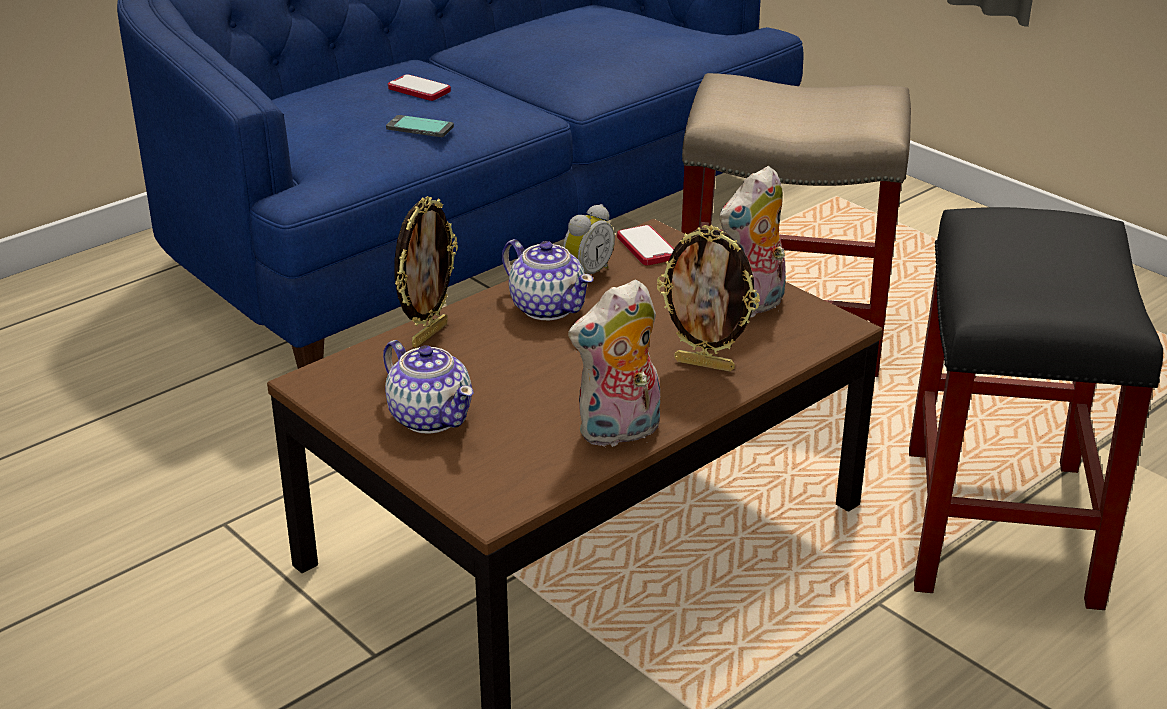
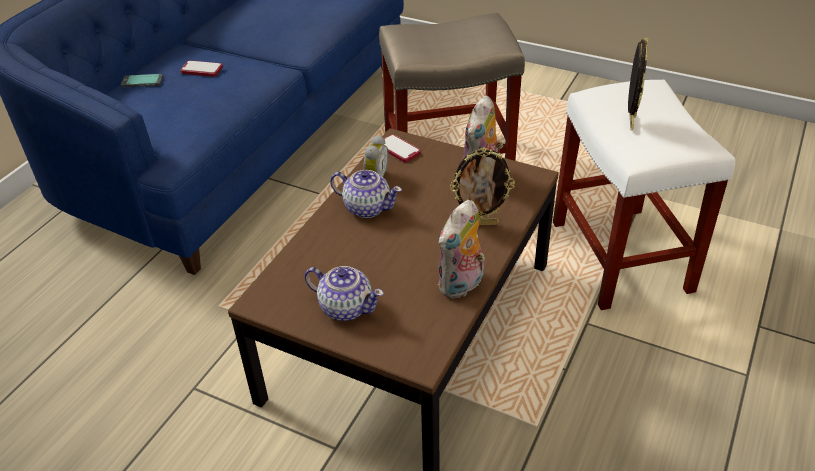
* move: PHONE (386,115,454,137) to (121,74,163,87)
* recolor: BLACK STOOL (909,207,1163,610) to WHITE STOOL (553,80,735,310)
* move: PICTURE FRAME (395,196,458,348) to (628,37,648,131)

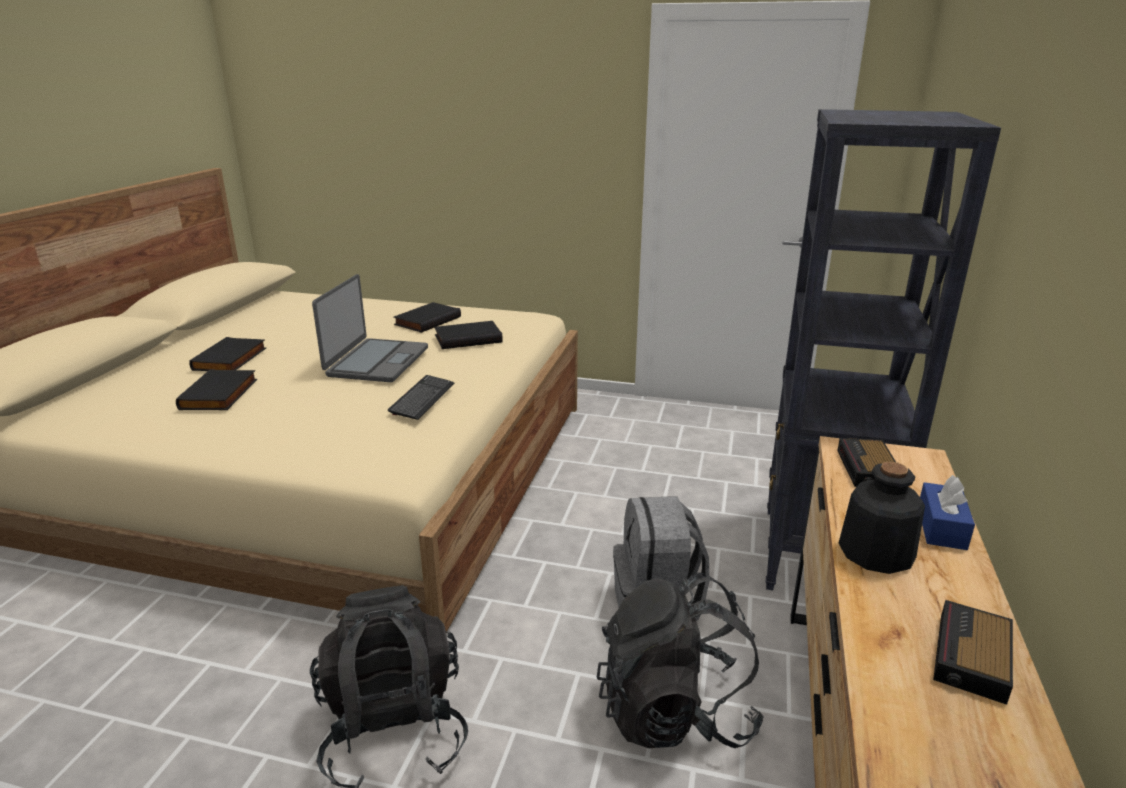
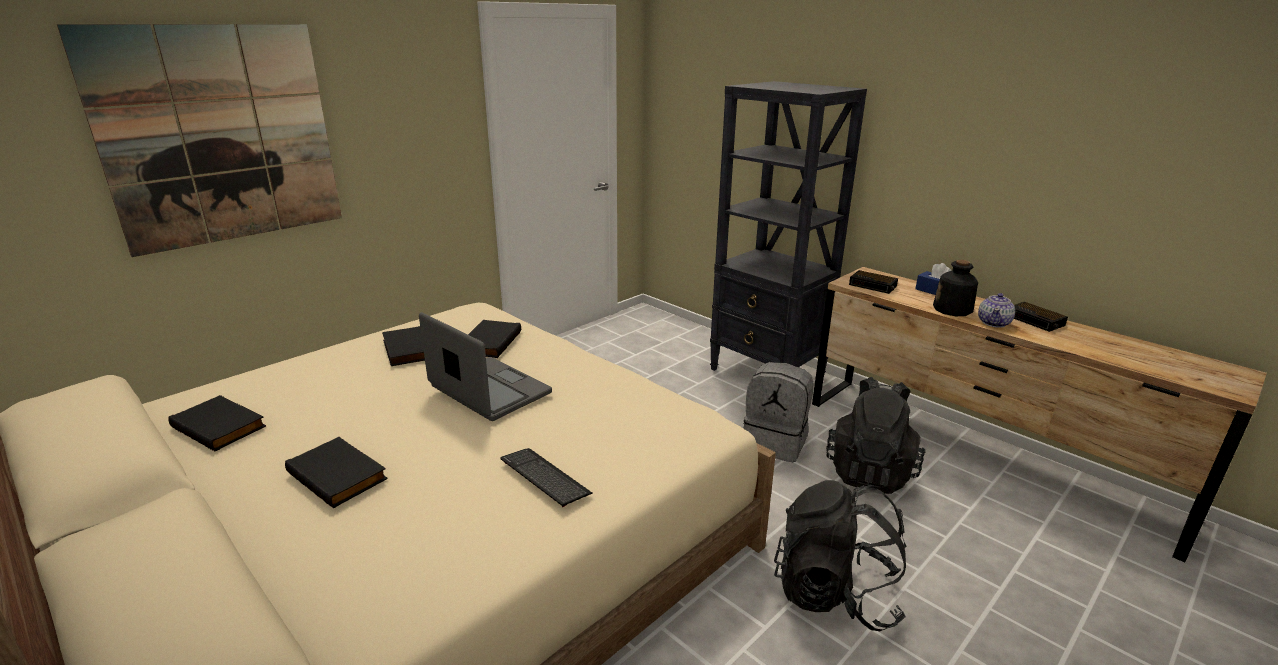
* insert: PICTURE (57,24,342,257)
* move: BLACK BOOK (176,369,257,410) to (168,395,266,452)
* move: KEYBOARD (388,375,454,420) to (500,448,593,507)
* insert: TEAPOT (978,293,1015,328)

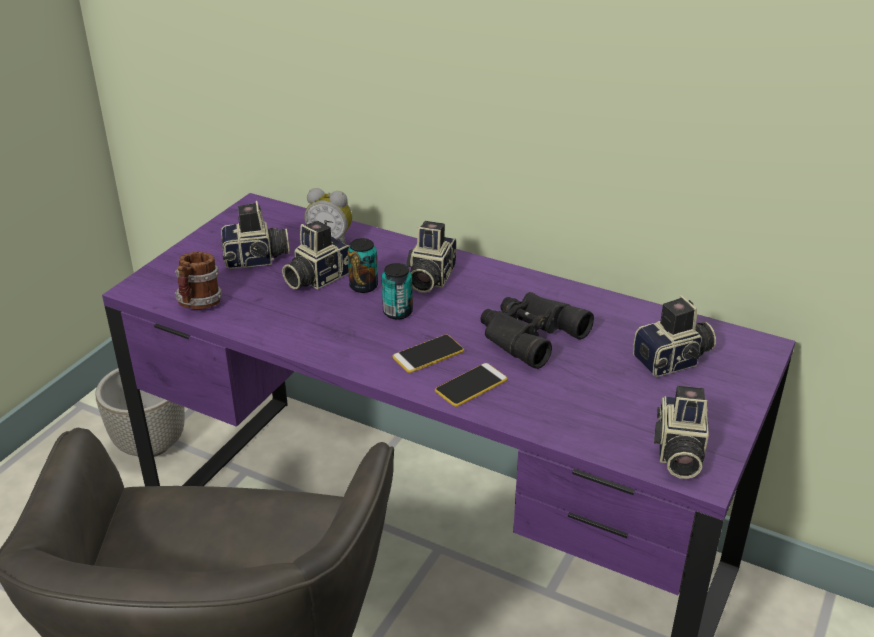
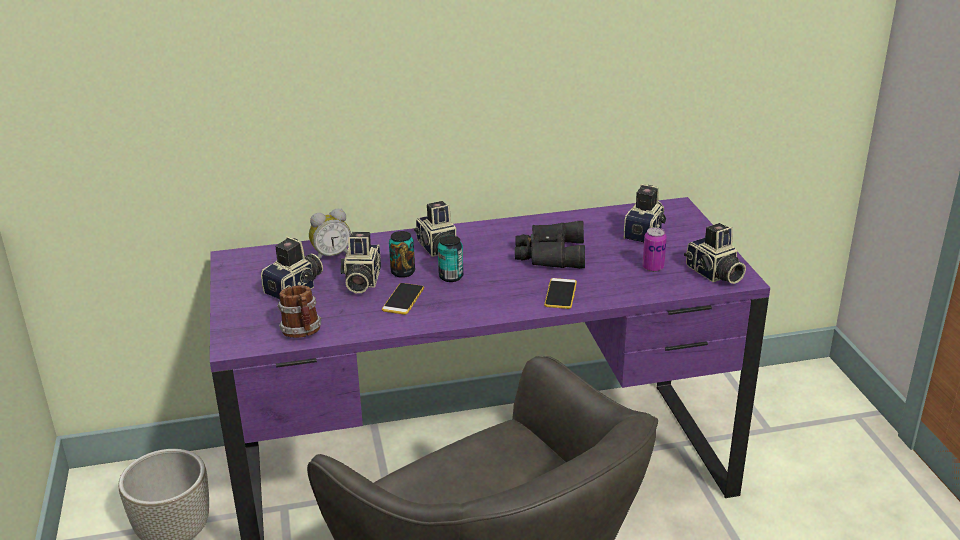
* move: PHONE (392,335,464,373) to (382,283,424,315)
* insert: CAN (642,227,667,272)

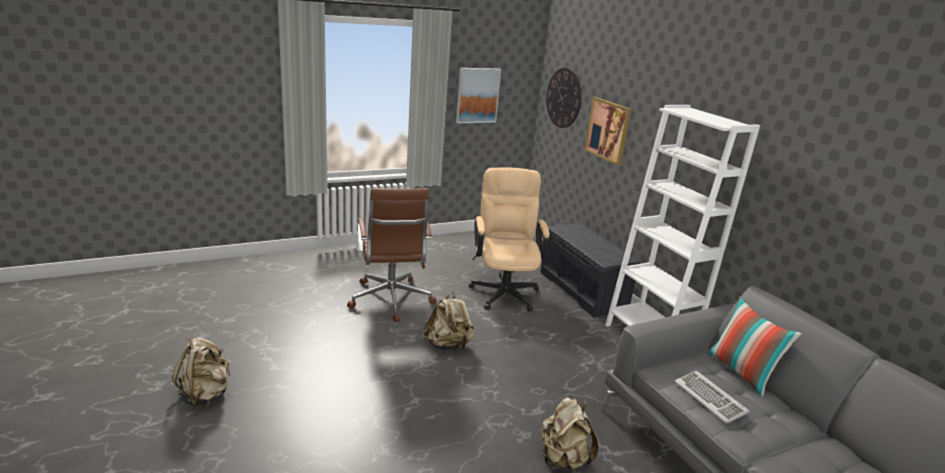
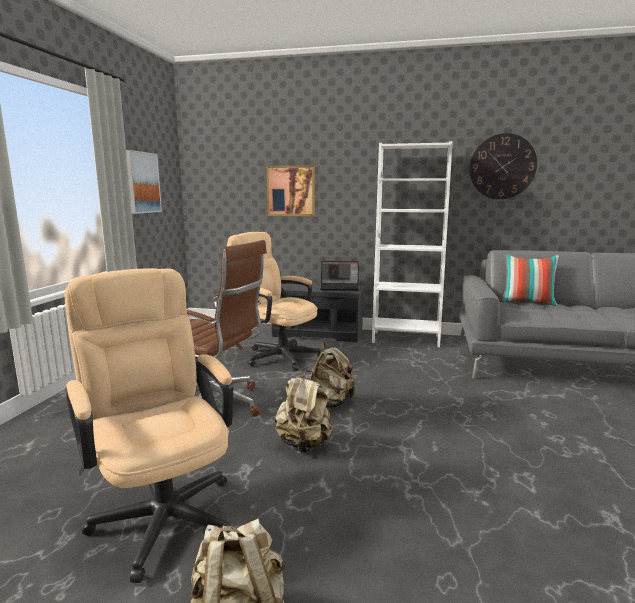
* insert: BEIGE OFFICE CHAIR (65,268,233,583)
* move: BEIGE BACKPACK (541,397,599,470) to (275,370,332,452)
* insert: LAPTOP (320,261,359,291)
* move: WALL CLOCK (546,68,582,128) to (469,133,537,199)
* delete: KEYBOARD (674,371,749,424)

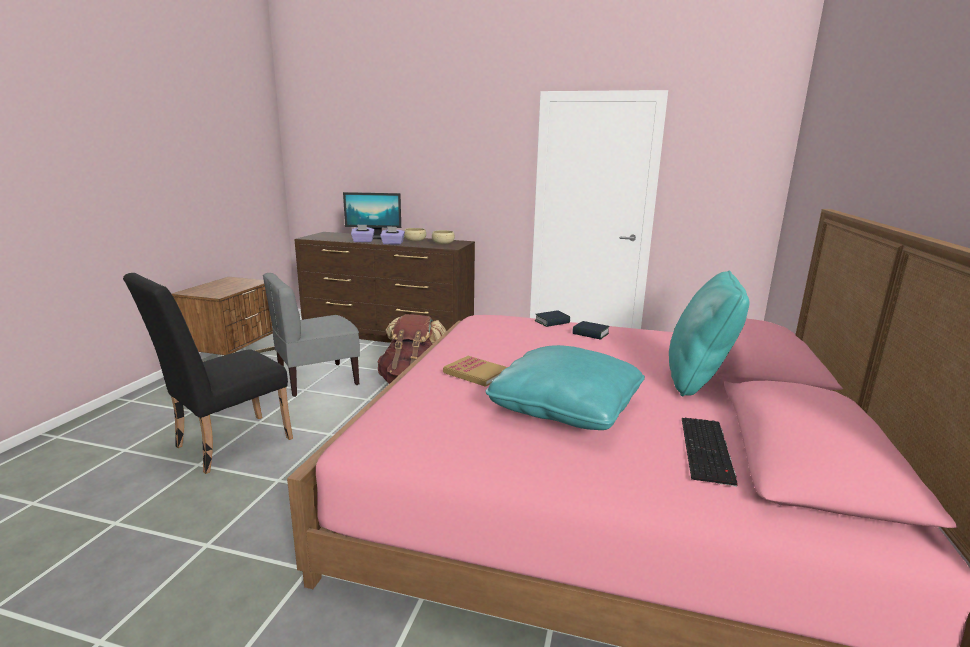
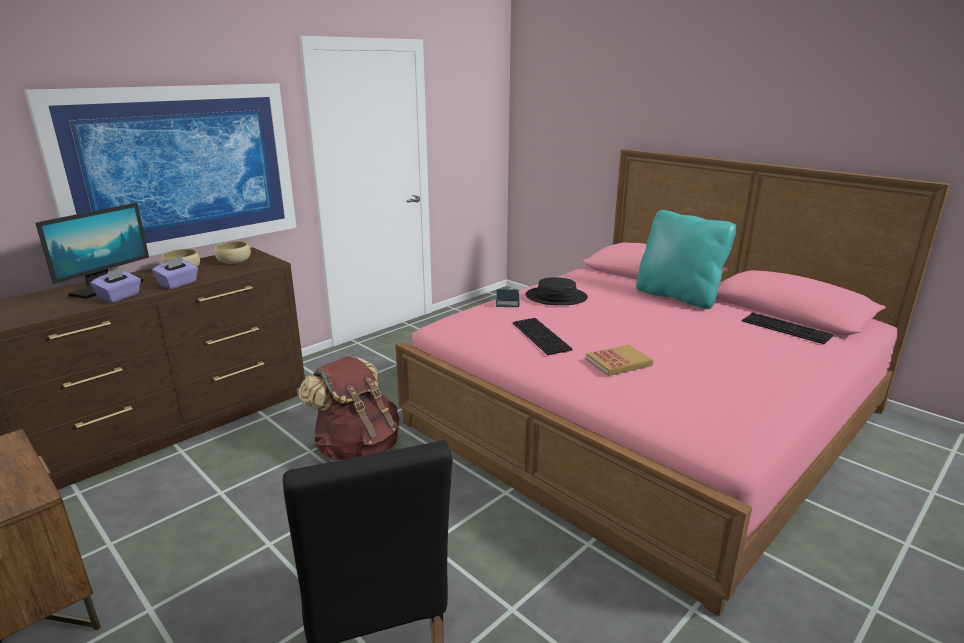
* insert: PICTURE (24,83,297,256)
* insert: KEYBOARD (513,318,573,355)
* replace: BOOK (572,321,610,340) to BLACK HAT (526,277,588,305)
* delete: GREY CHAIR (263,273,360,397)
* delete: TURQUOISE PILLOW (485,345,645,430)

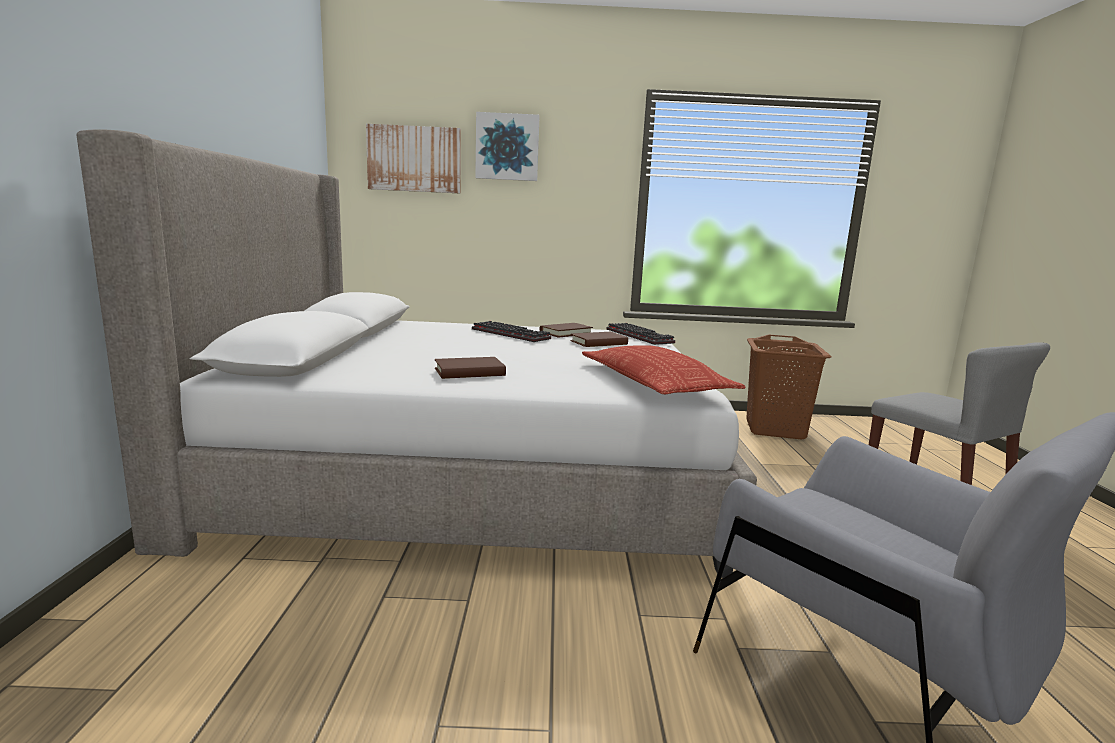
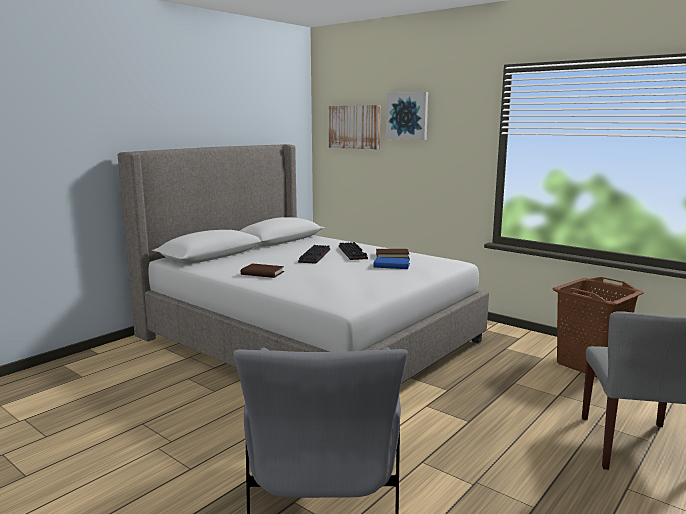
* move: KEYBOARD (606,323,675,345) to (298,245,330,264)
* recolor: BROWN BOOK (570,332,628,347) to BLUE BOOK (373,257,410,269)
* delete: PILLOW (582,345,745,394)

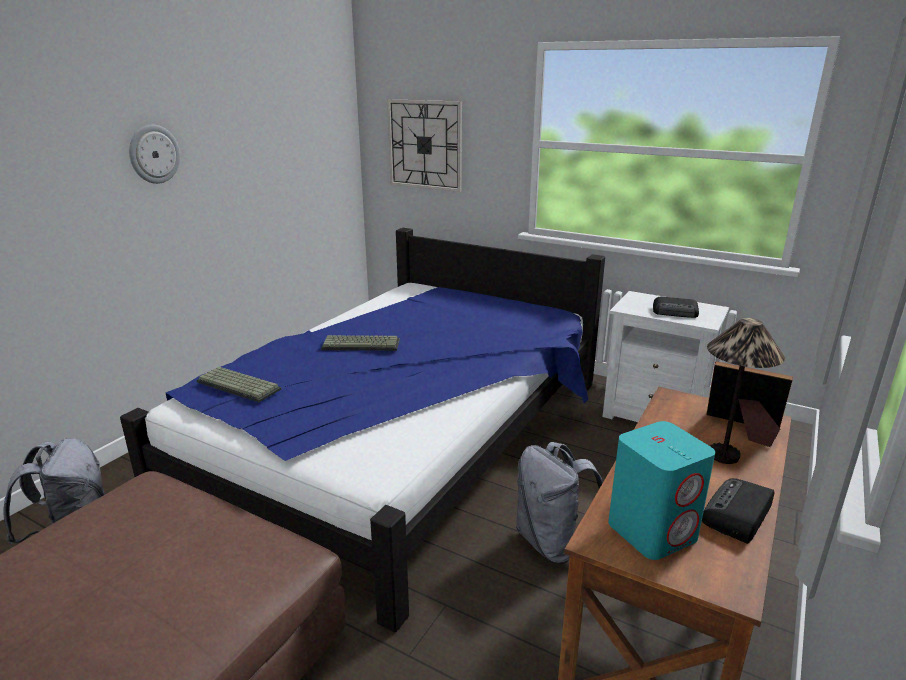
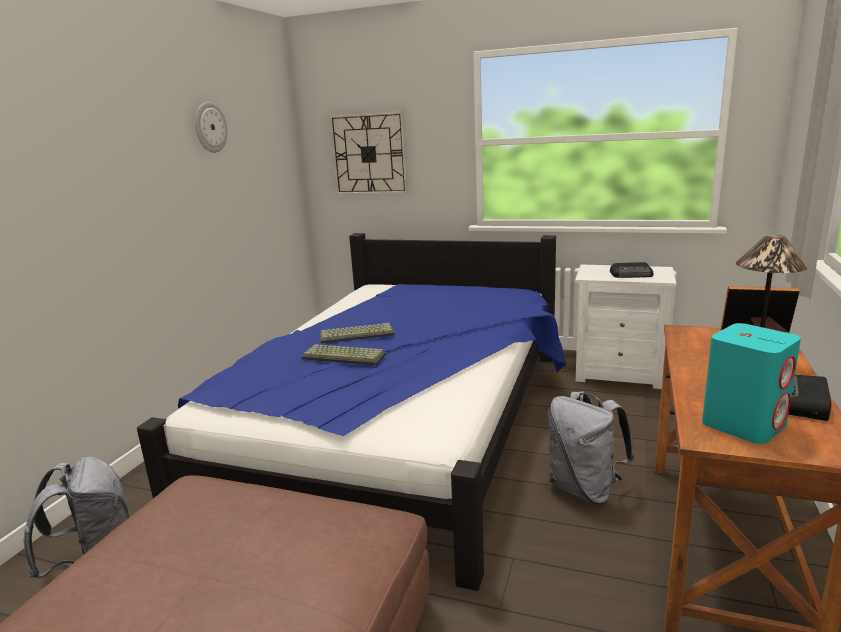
* move: WALL CLOCK (129,125,180,184) to (195,102,227,153)
* move: KEYBOARD (196,367,281,402) to (301,344,386,365)

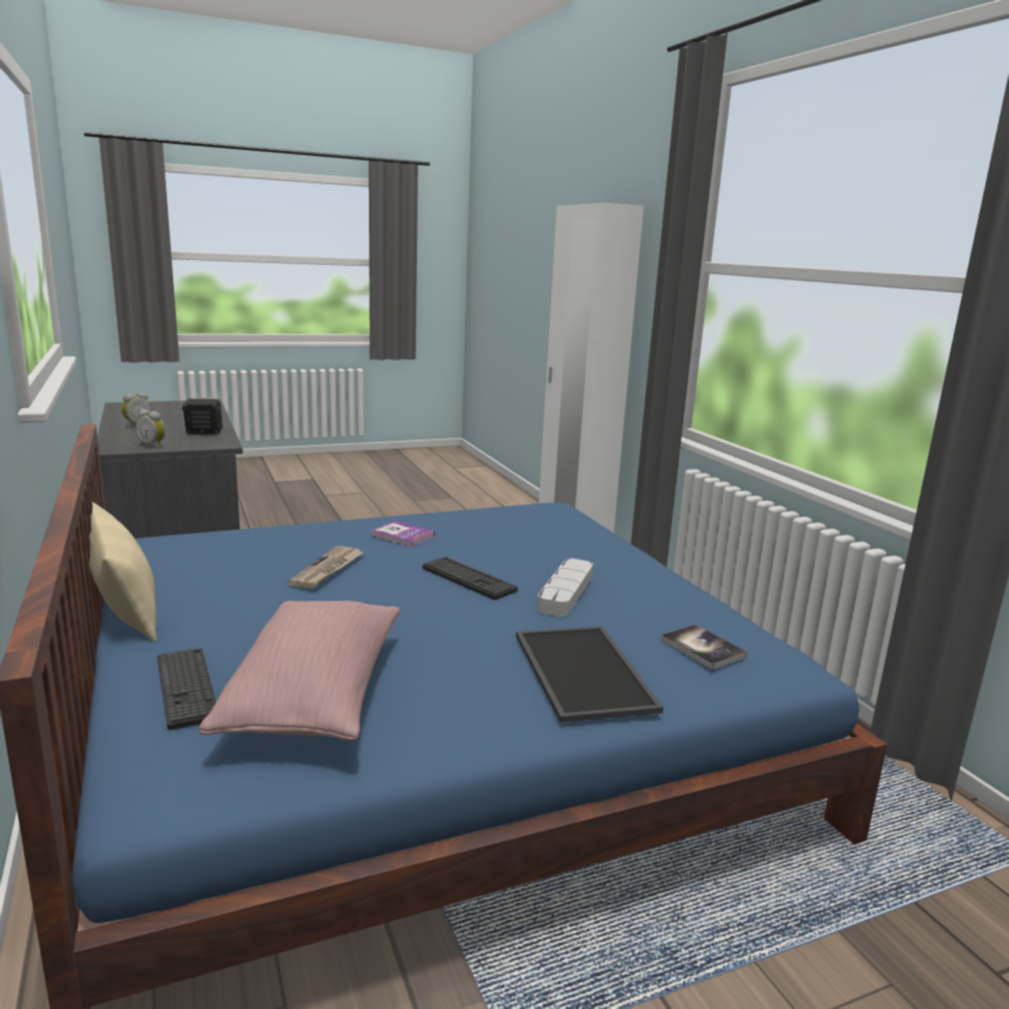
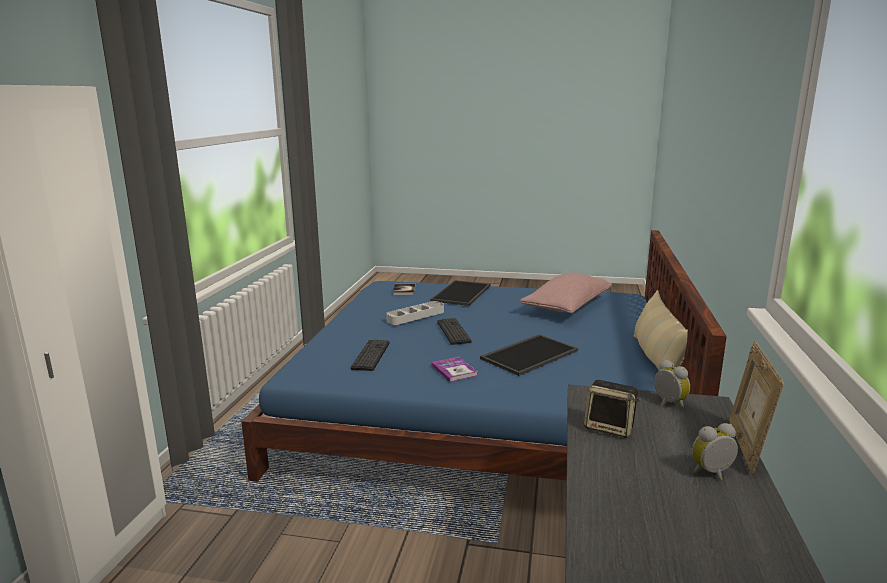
* move: KEYBOARD (157,648,216,730) to (351,339,389,371)
* replace: NEWSPAPER (287,546,364,589) to TRAY (480,334,578,376)
* insert: PICTURE FRAME (729,341,784,473)

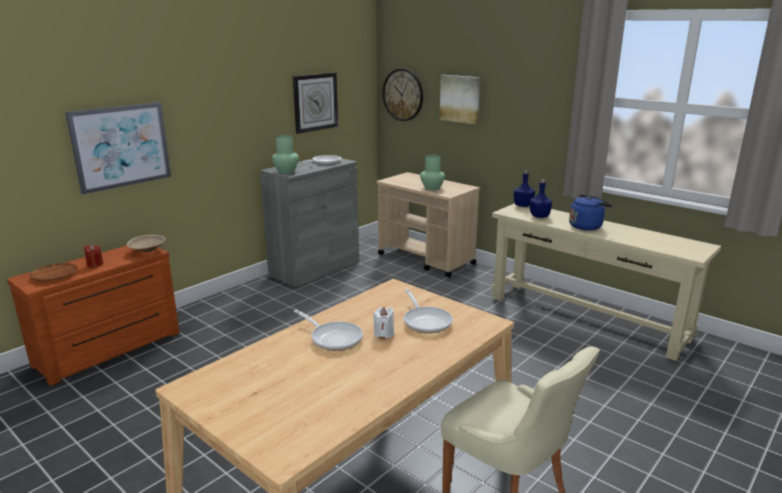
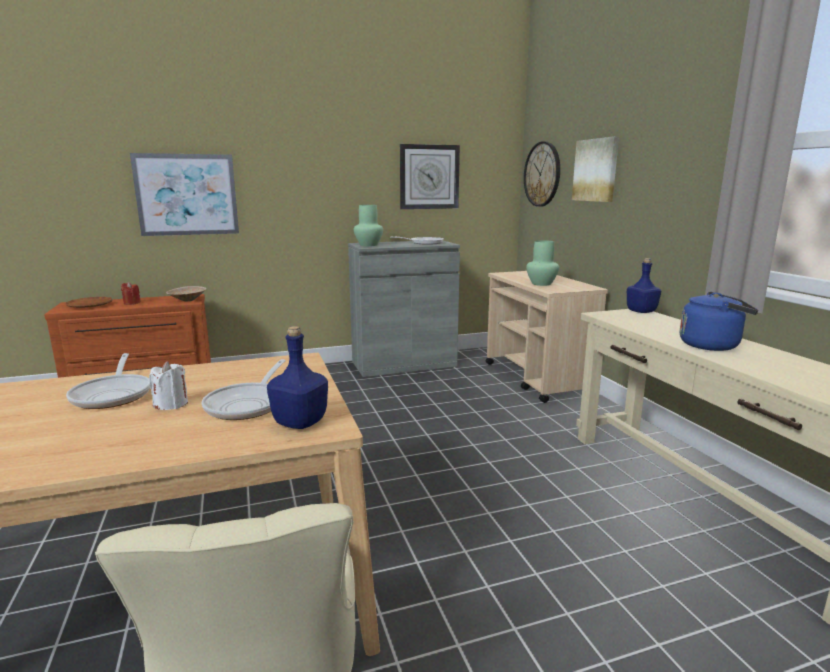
* move: BLUE BOTTLE (530,179,552,218) to (267,326,328,429)

